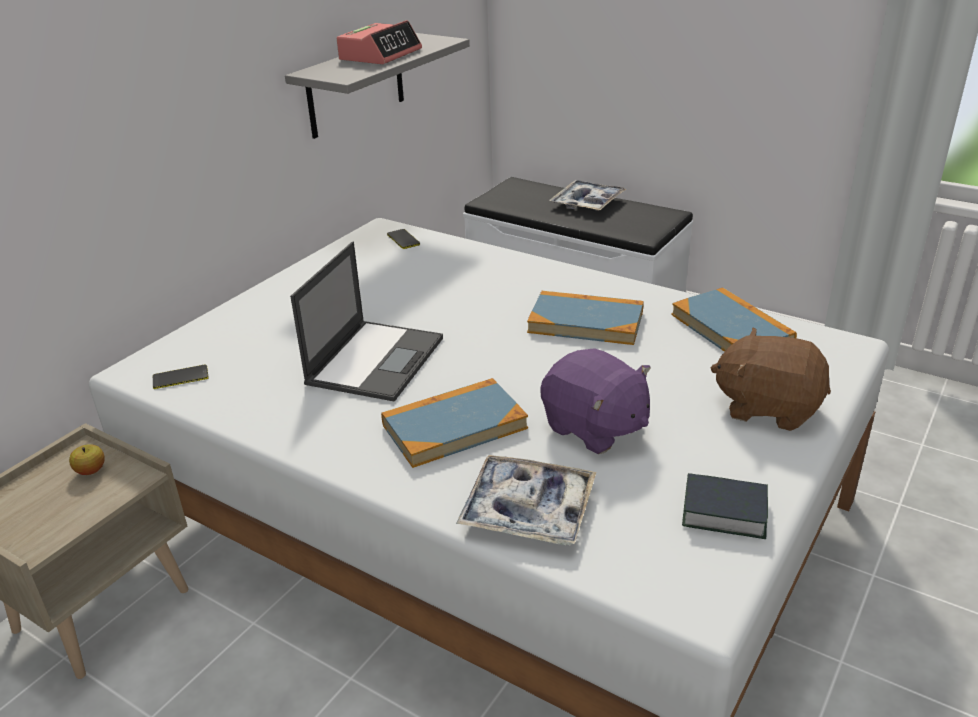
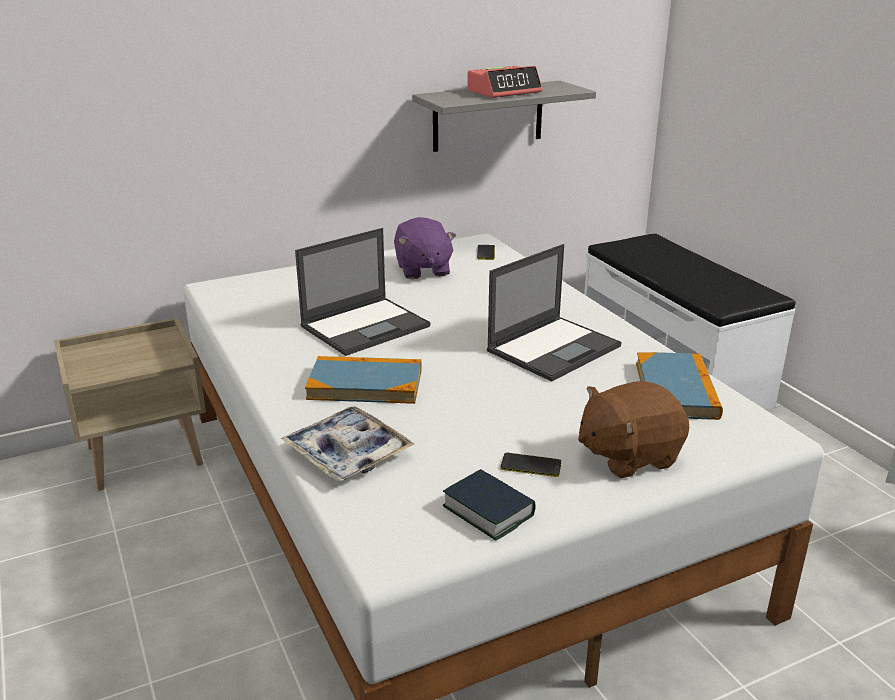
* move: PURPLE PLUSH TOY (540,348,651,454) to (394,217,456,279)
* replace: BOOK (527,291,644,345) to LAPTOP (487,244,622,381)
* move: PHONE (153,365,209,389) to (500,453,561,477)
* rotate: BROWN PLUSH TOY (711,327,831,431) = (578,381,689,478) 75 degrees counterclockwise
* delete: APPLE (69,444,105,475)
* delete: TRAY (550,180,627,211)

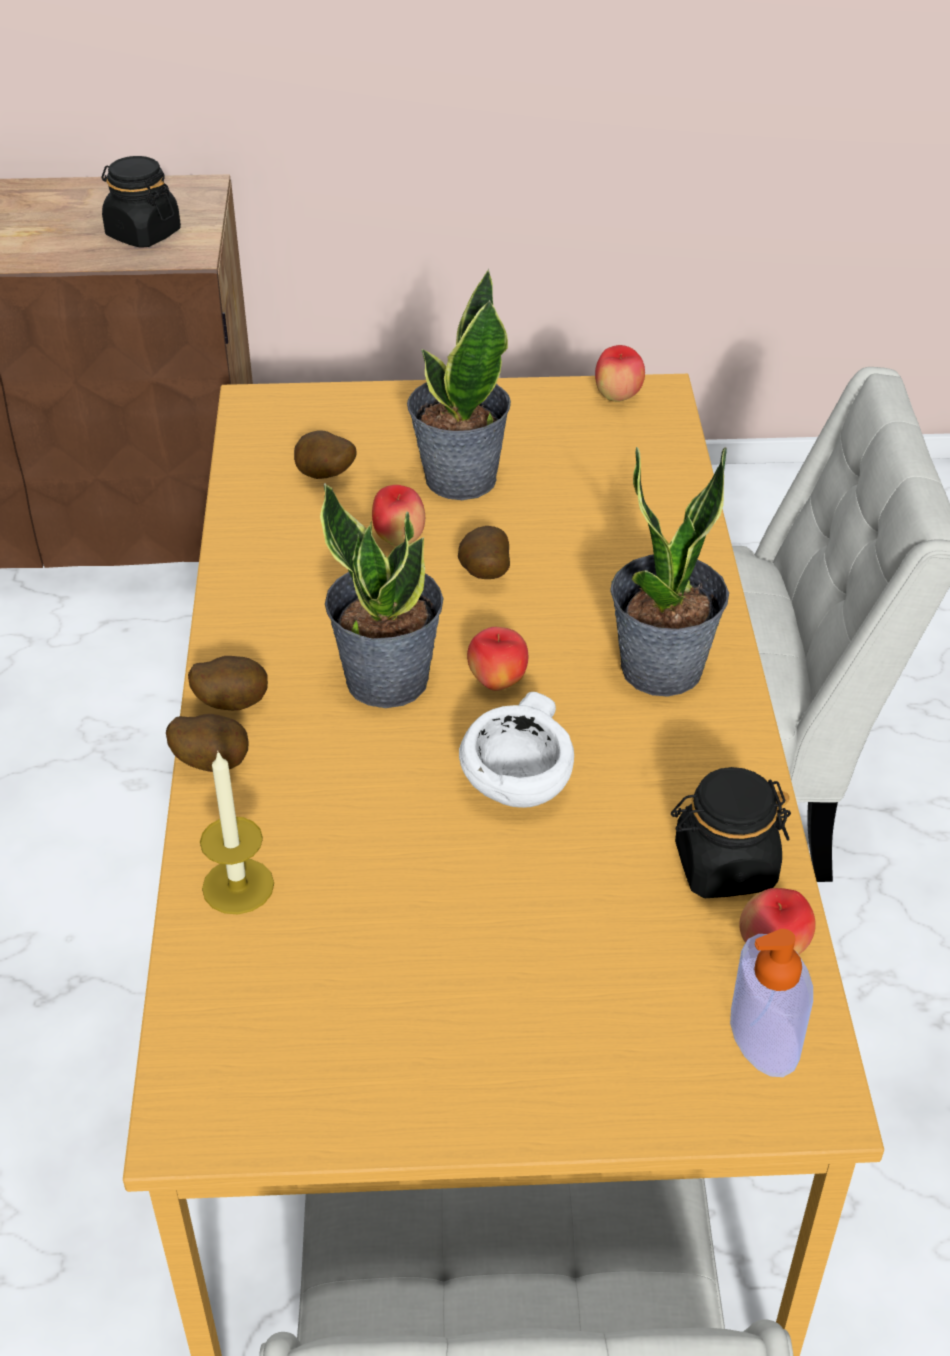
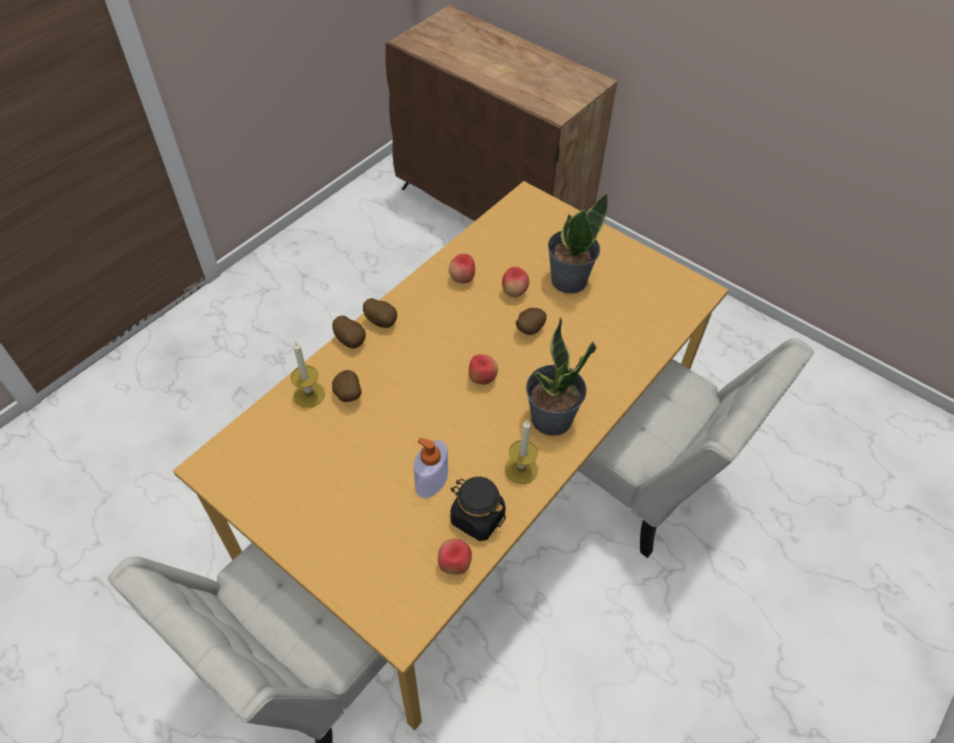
* move: POTATO (294,430,357,479) to (332,370,362,402)
* move: SOAP DISPENSER (730,929,813,1077) to (413,438,448,498)
* move: APPLE (595,345,645,402) to (449,254,475,283)
* insert: CANDLE (505,419,538,484)
* delete: BLACK JAR (102,156,181,248)
* delete: POTTED PLANT (320,483,444,708)
* delete: WHITE BOWL (459,692,574,808)

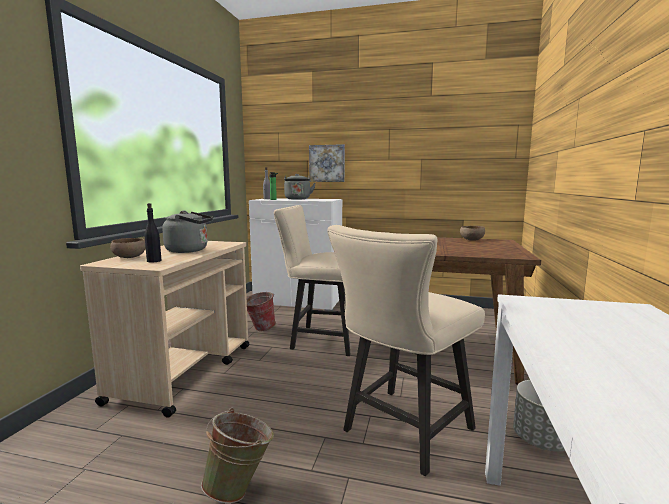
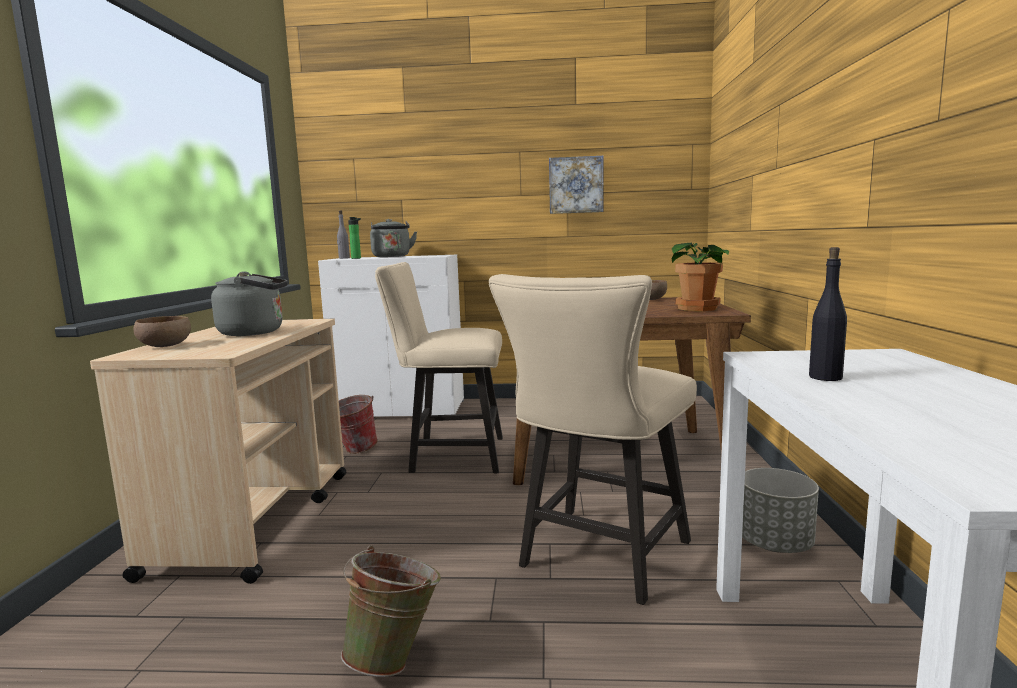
* move: PICTURE (309,144,345,182) to (549,156,603,214)
* insert: POTTED PLANT (672,242,730,311)
* move: BLACK BOTTLE (145,203,161,263) to (809,247,847,381)

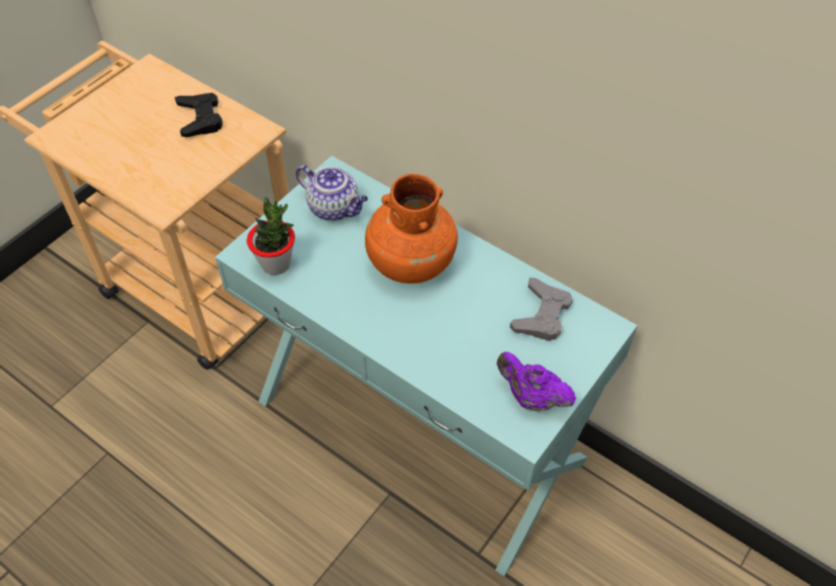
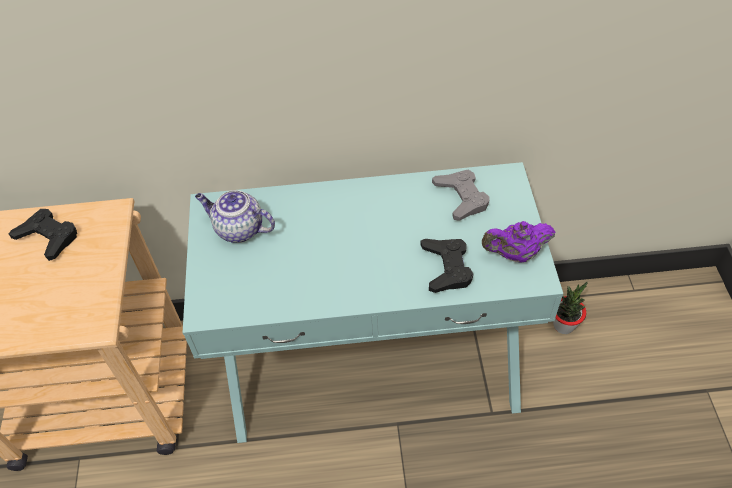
* rotate: TEAPOT (296,165,368,221) = (195,190,275,243) 150 degrees counterclockwise
* insert: BLACK GAME CONTROLLER (420,239,473,293)
* move: POTTED PLANT (247,196,295,275) to (553,282,587,334)
* delete: ORANGE VASE (365,174,458,283)

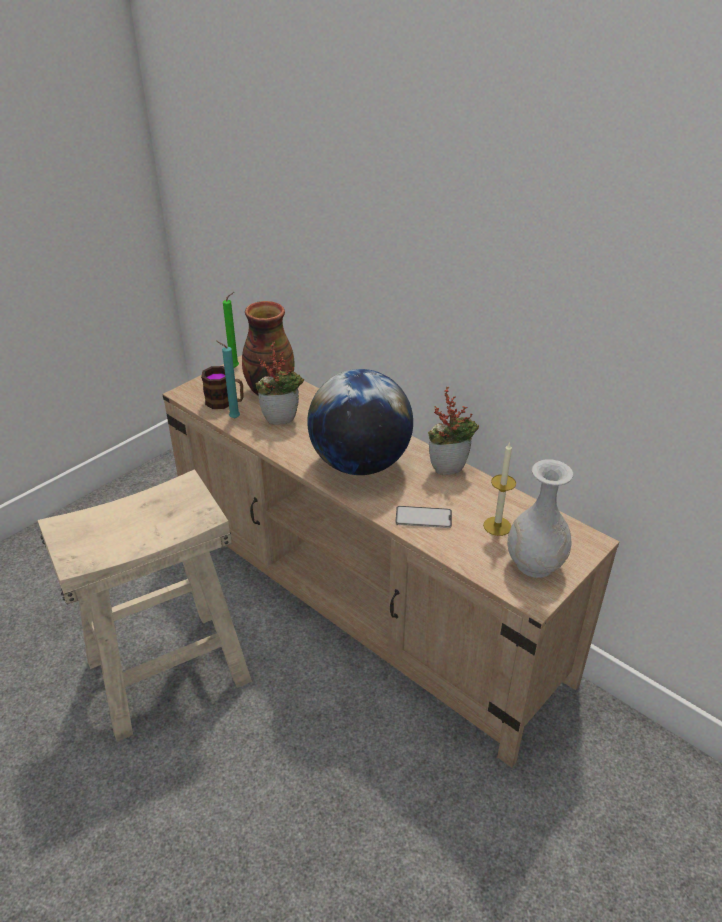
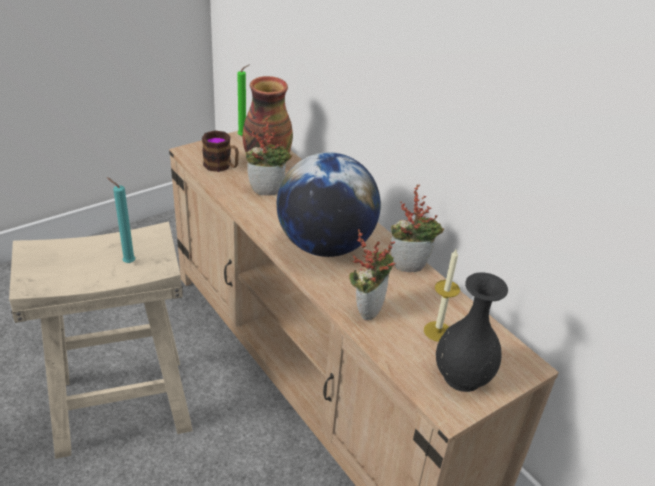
* move: TURQUOISE CANDLE (216,341,240,418) to (107,177,135,263)
* replace: PHONE (395,506,452,528) to POTTED PLANT (349,229,395,320)
* recolor: WHITE VASE (507,460,573,578) to BLACK VASE (436,272,508,392)

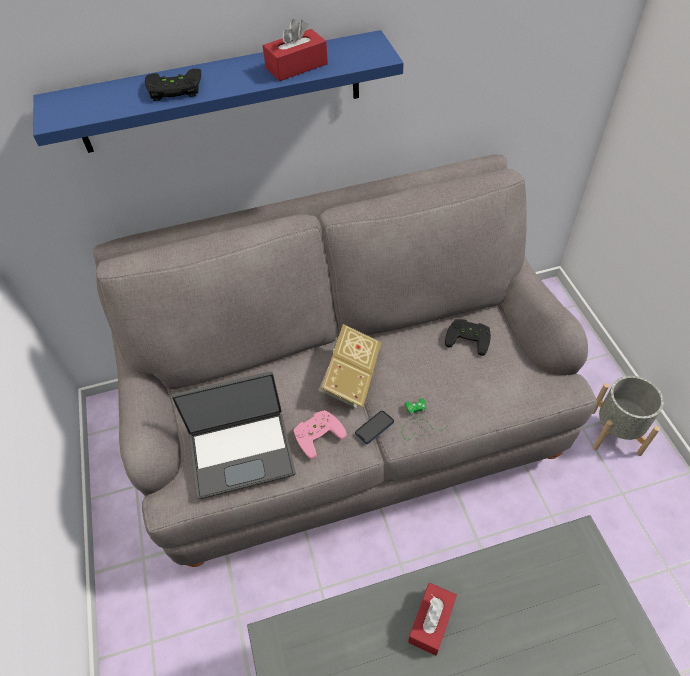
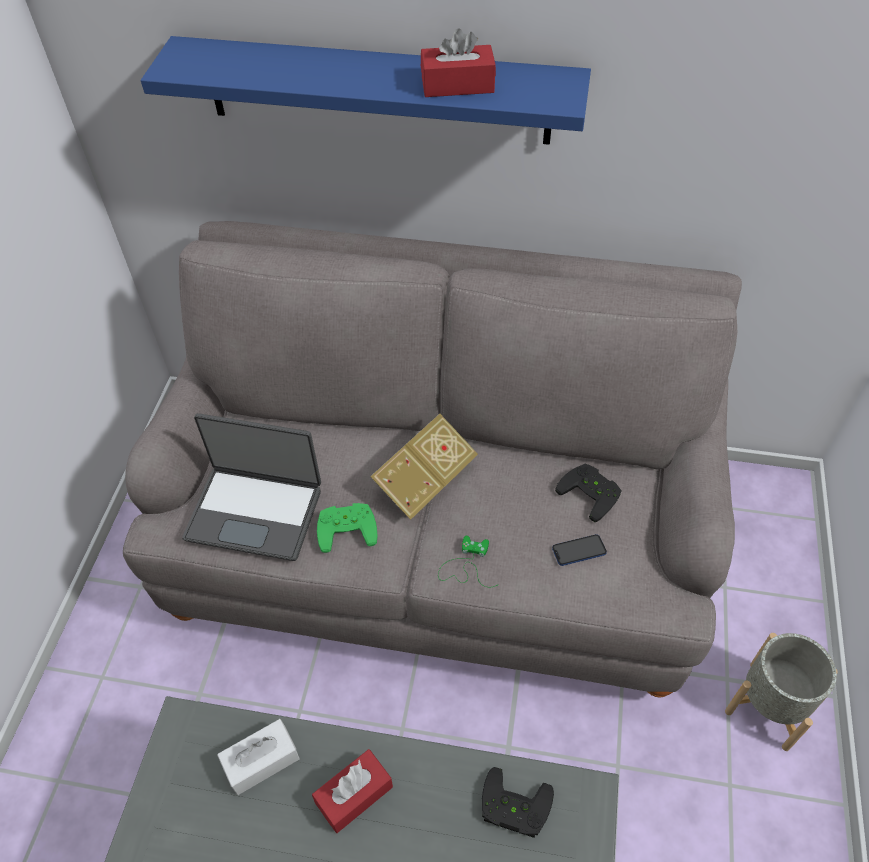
* insert: WHITE TISSUE BOX (217,719,300,795)
* recolor: PINK GAME CONTROLLER (294,410,347,459) to GREEN GAME CONTROLLER (317,503,377,553)
* move: BLACK GAME CONTROLLER (145,69,201,101) to (482,767,554,838)
* move: PHONE (355,411,394,444) to (552,534,607,566)

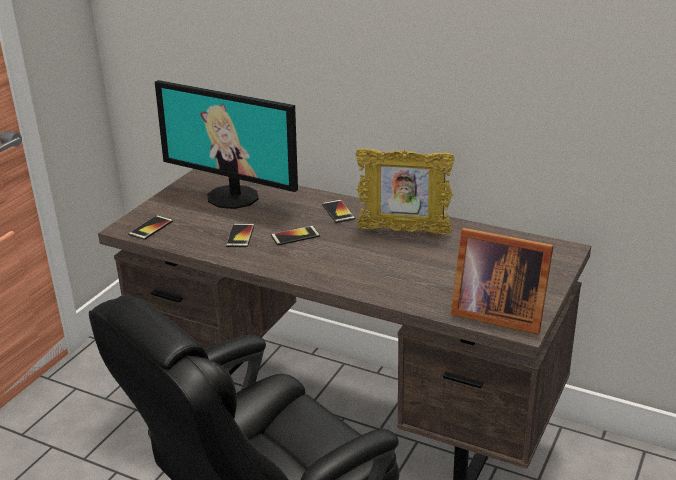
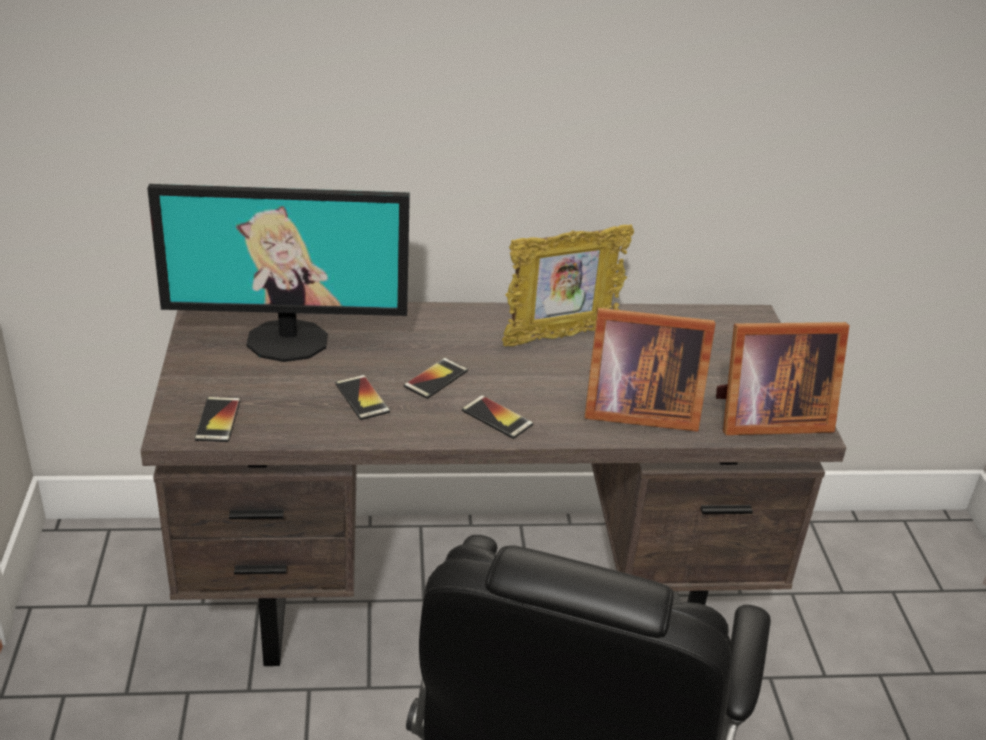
* move: PHONE (322,200,355,223) to (462,395,533,439)
* insert: PICTURE FRAME (585,308,715,432)

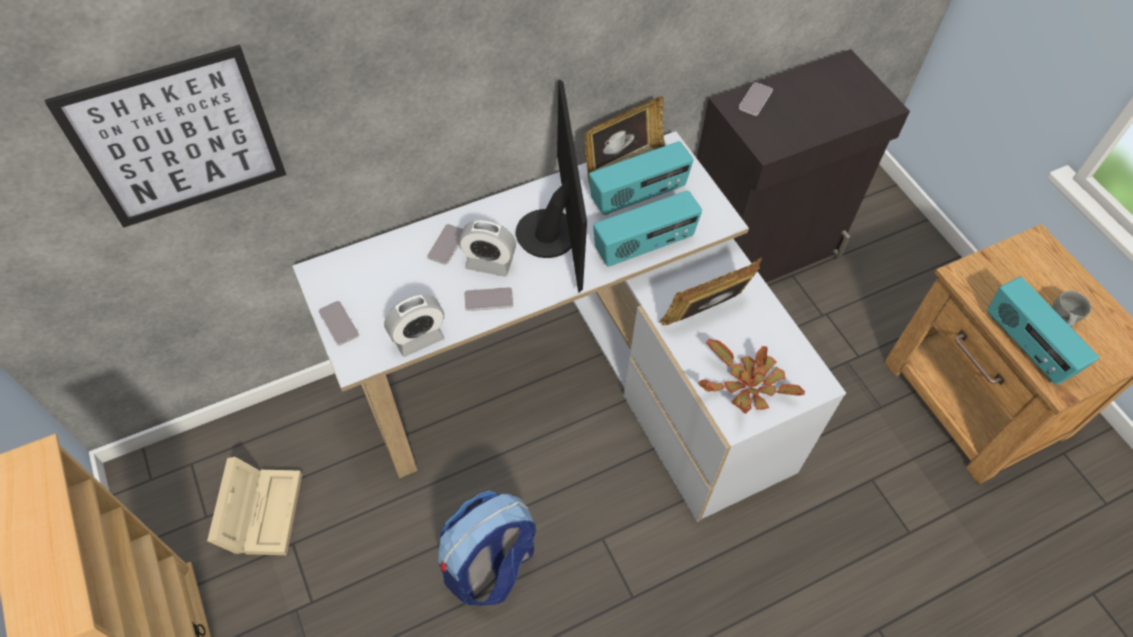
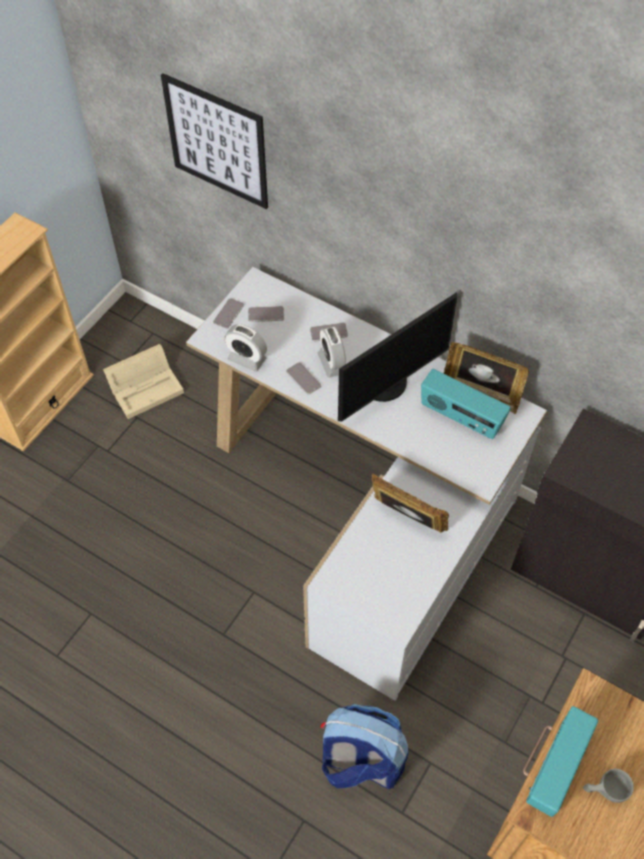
* move: PHONE (739,82,773,116) to (248,306,284,322)
* move: BACKPACK (438,490,536,606) to (321,704,408,789)
* delete: RADIO (593,190,702,266)
* delete: POTTED PLANT (698,339,805,414)

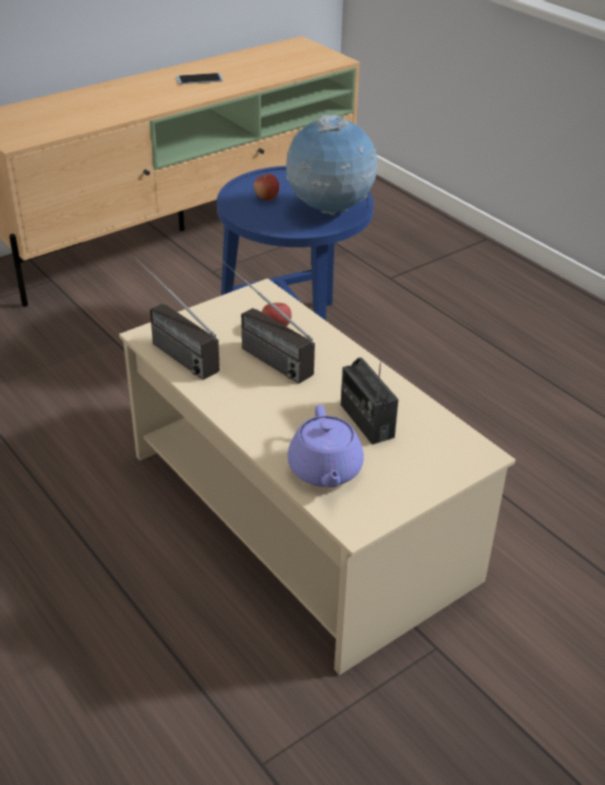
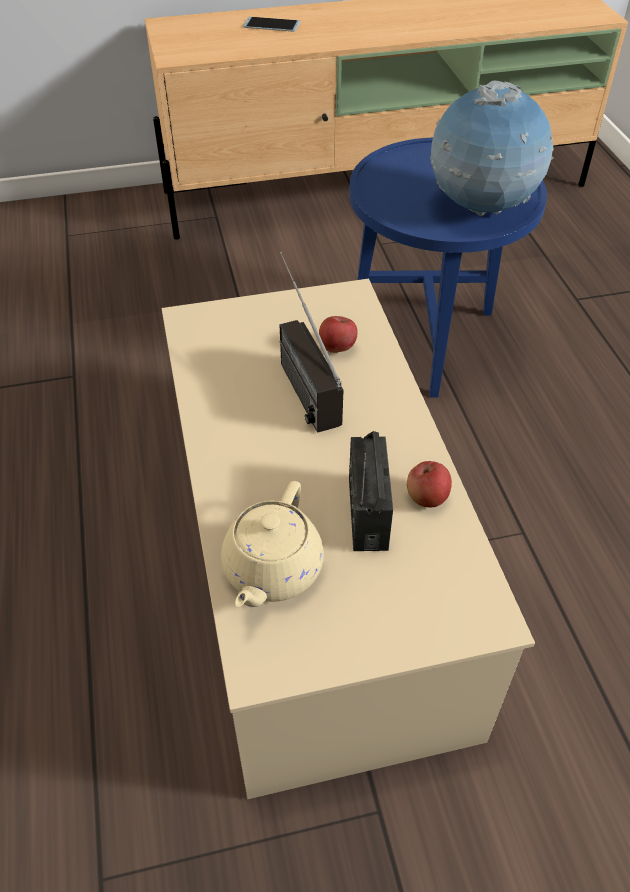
* recolor: PURPLE TEAPOT (288,405,364,488) to BEIGE TEAPOT (221,481,324,607)
* move: PHONE (176,73,223,84) to (243,17,301,32)
* move: APPLE (254,174,279,201) to (407,461,452,507)
* delete: RADIO (134,257,220,380)

